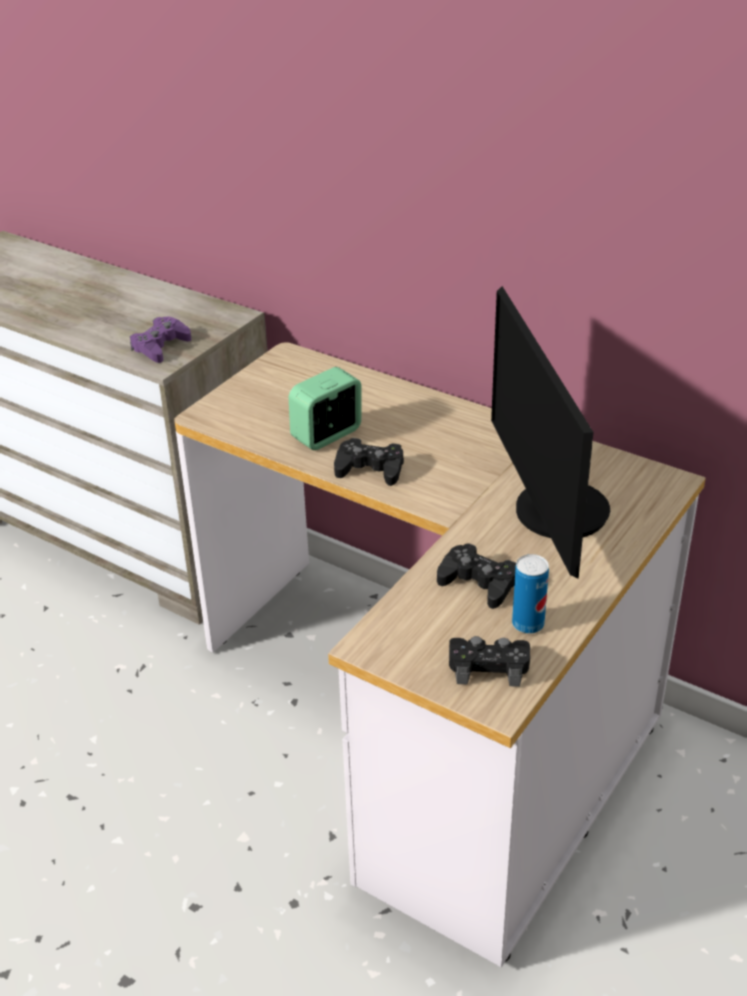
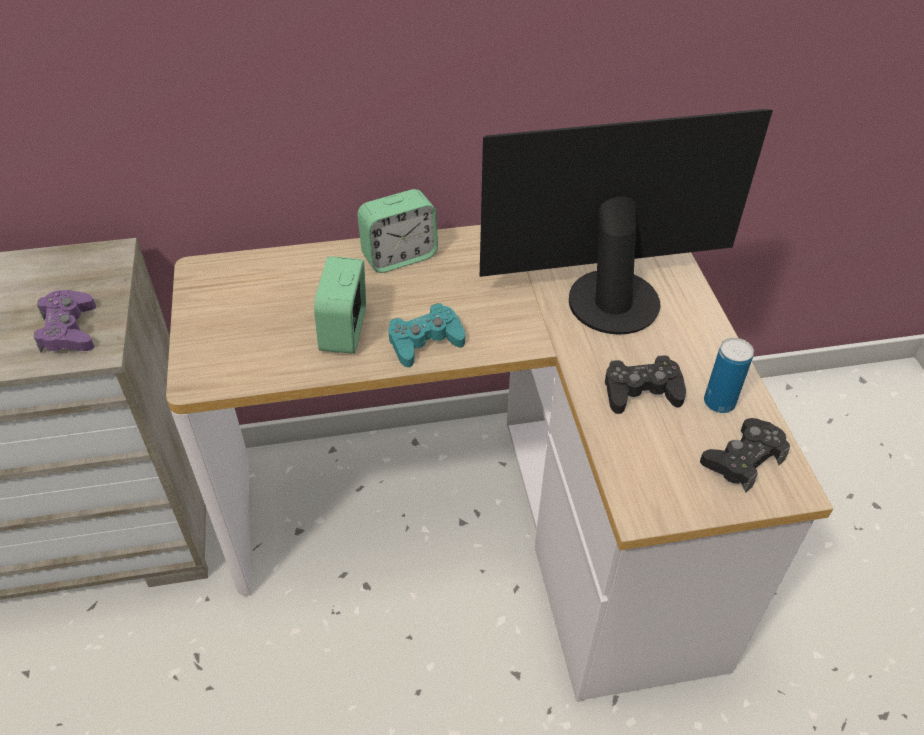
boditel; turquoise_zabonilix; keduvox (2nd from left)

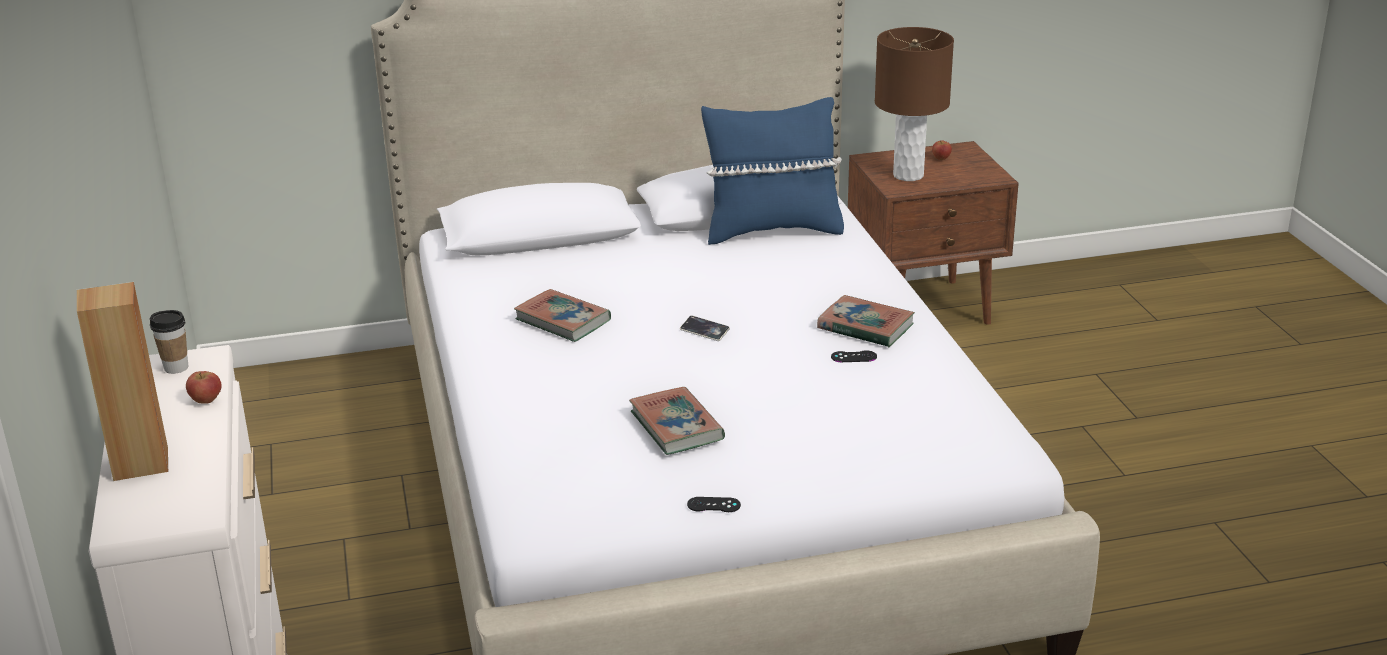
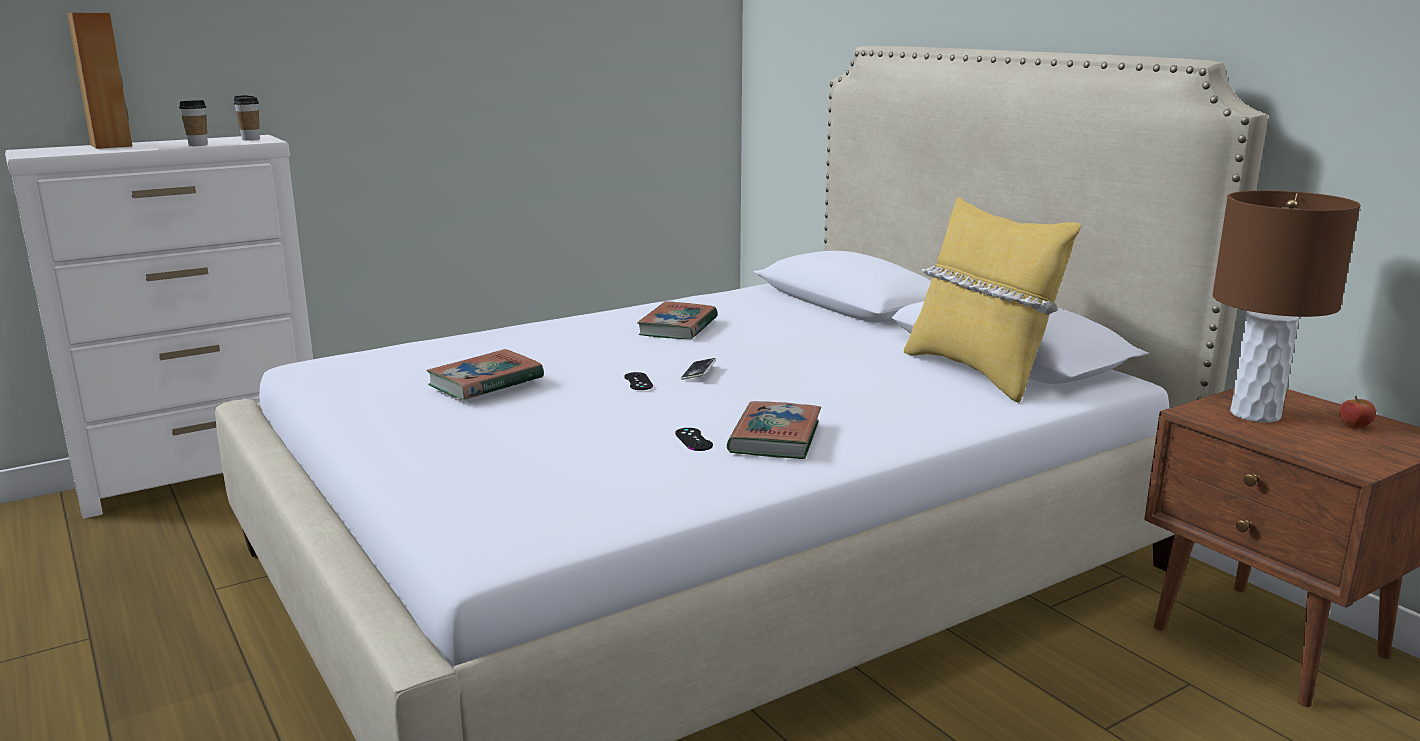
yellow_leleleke; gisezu (1st from left); black_zabonilix (1st from left)

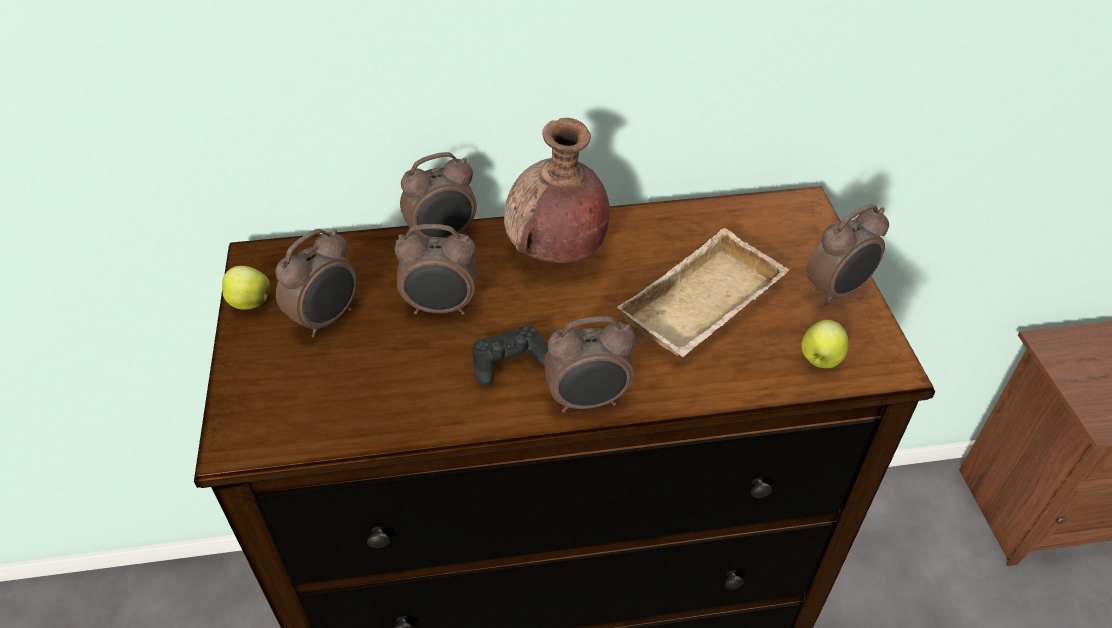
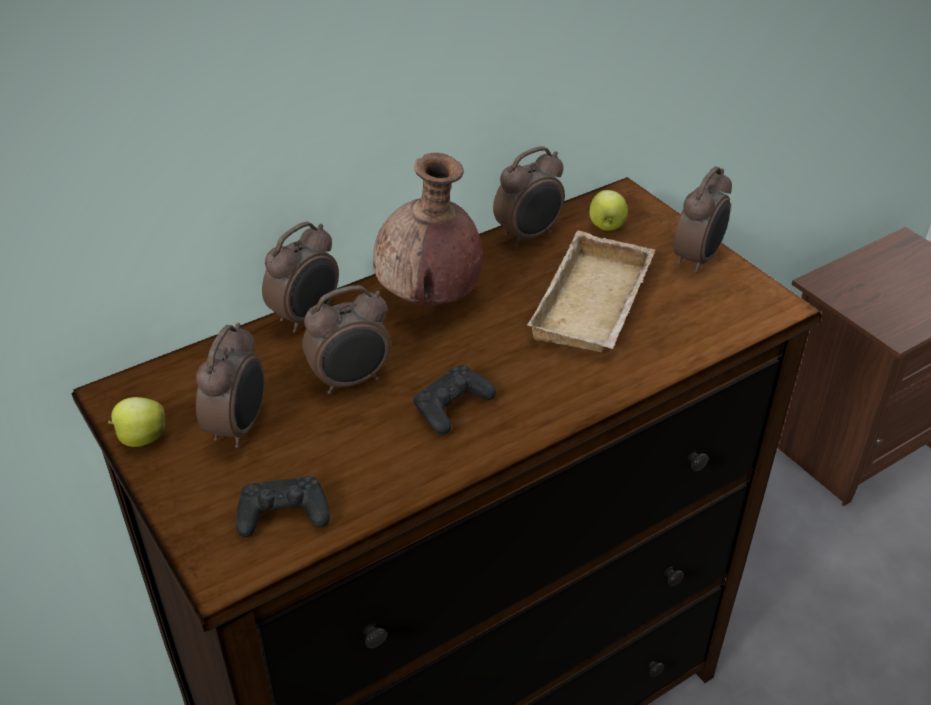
keduvox (4th from left); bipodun (2nd from left); black_zabonilix (1st from left)

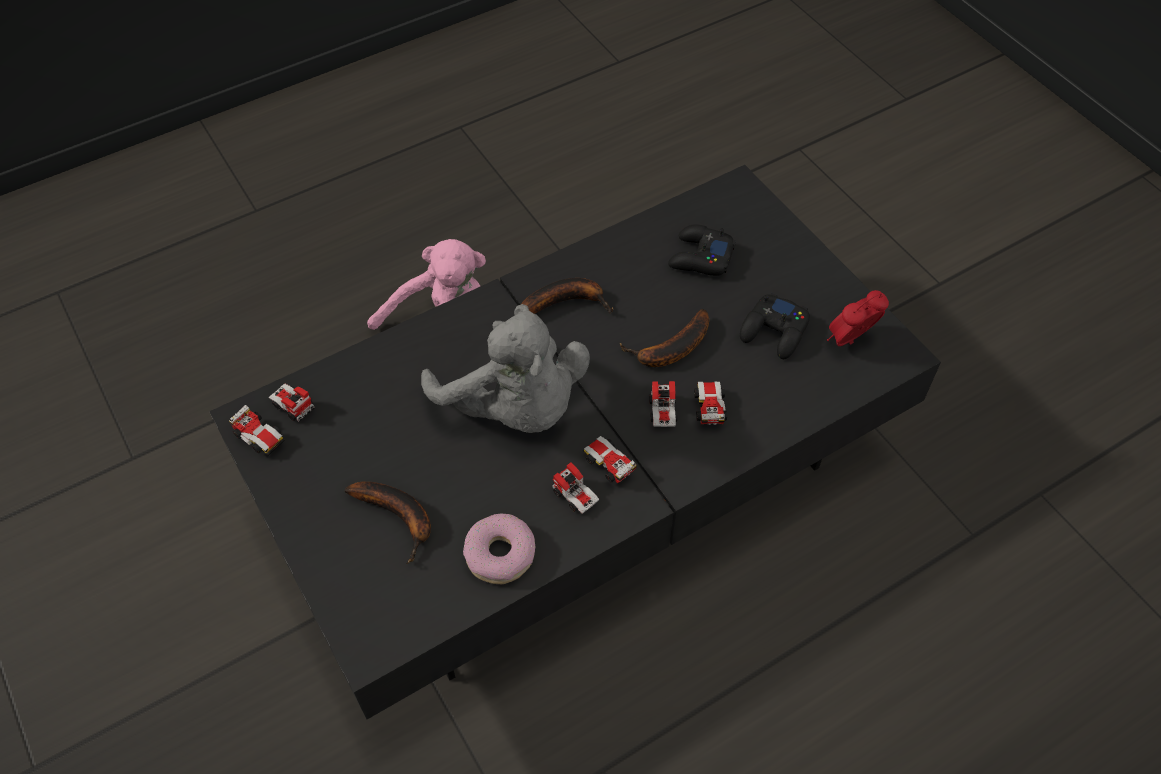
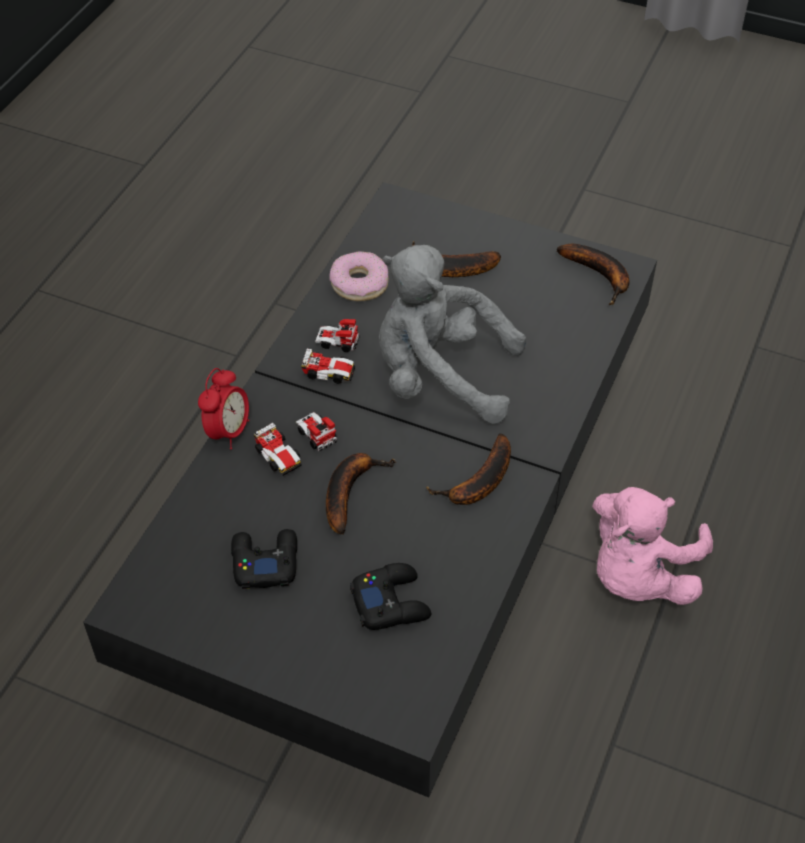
keduvox; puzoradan (4th from left)

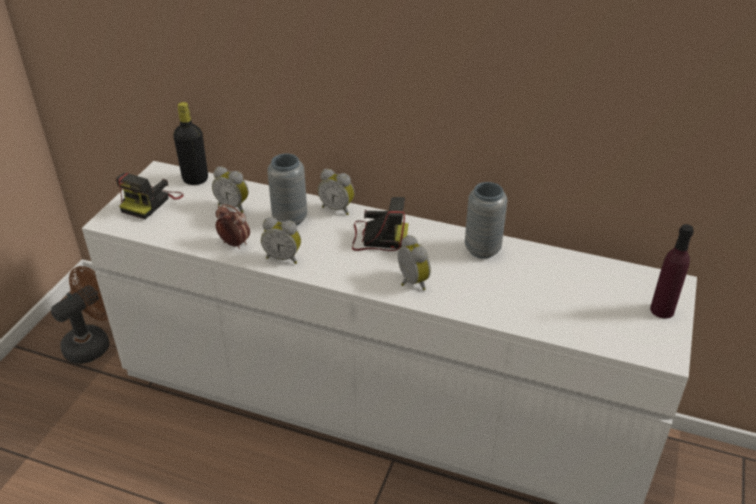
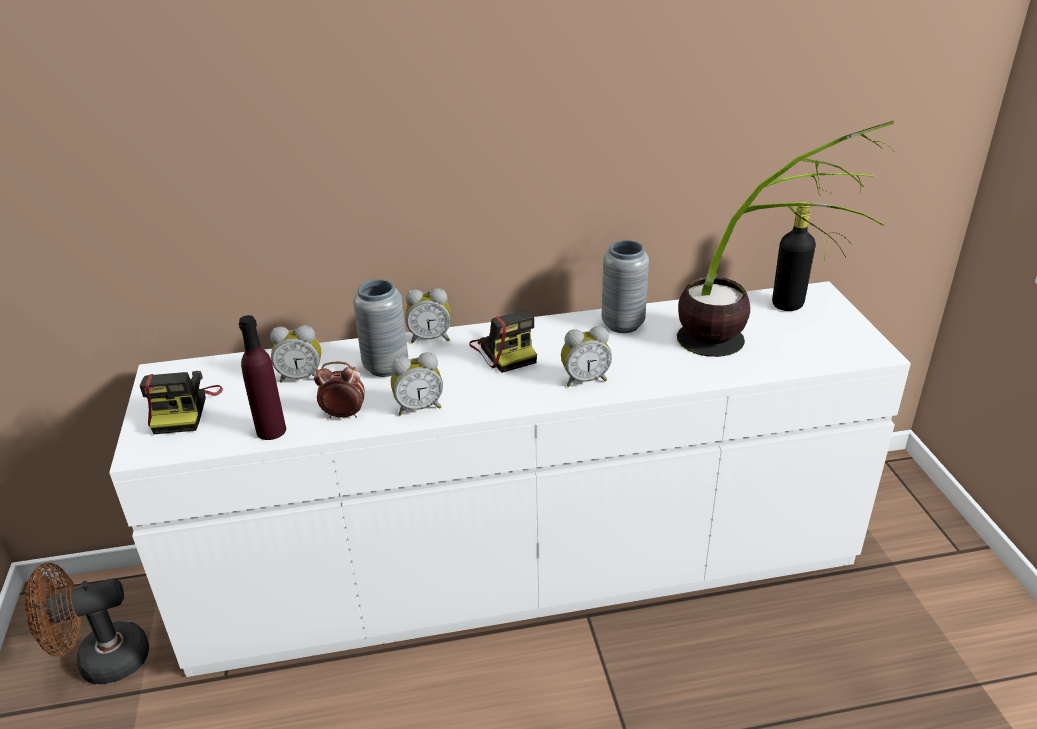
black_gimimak; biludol (2nd from left); purple_gimimak; keduvox (5th from left); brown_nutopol; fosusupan

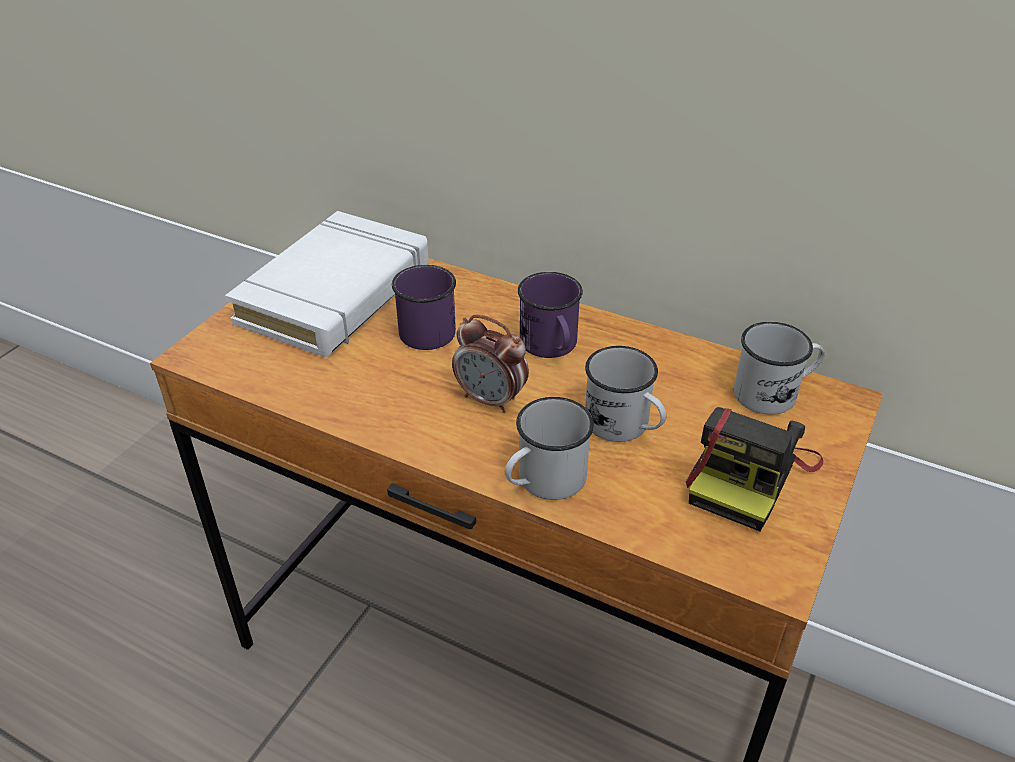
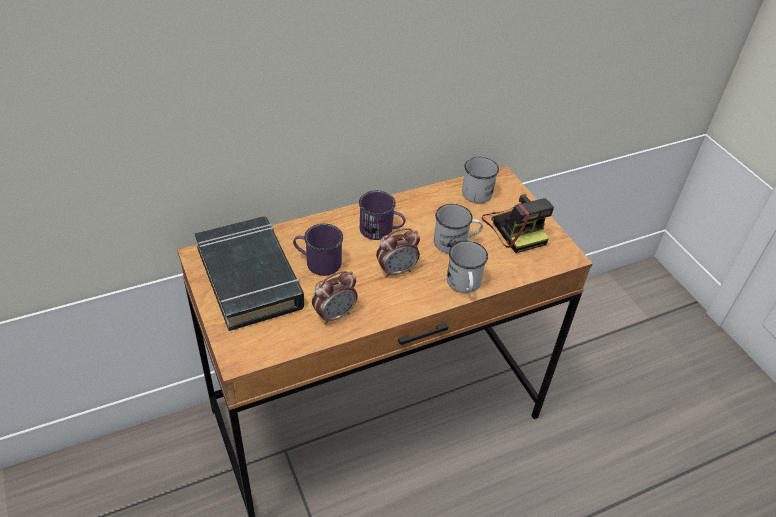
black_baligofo; keduvox (1st from left)

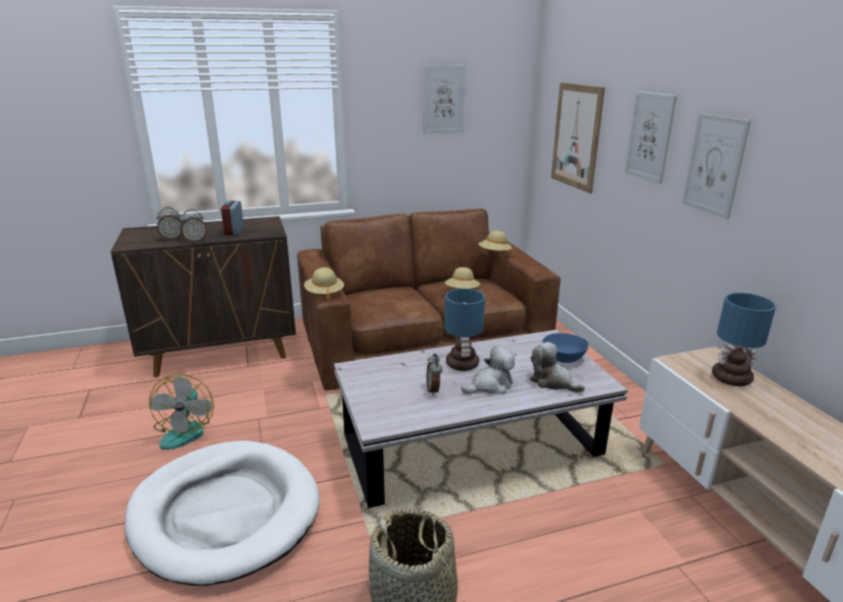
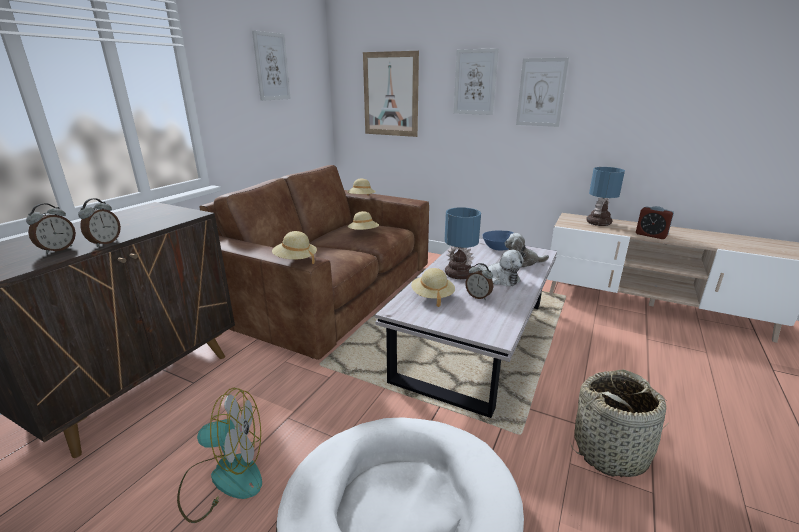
keduvox (4th from left); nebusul (1st from left); nutopol; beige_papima (4th from left)

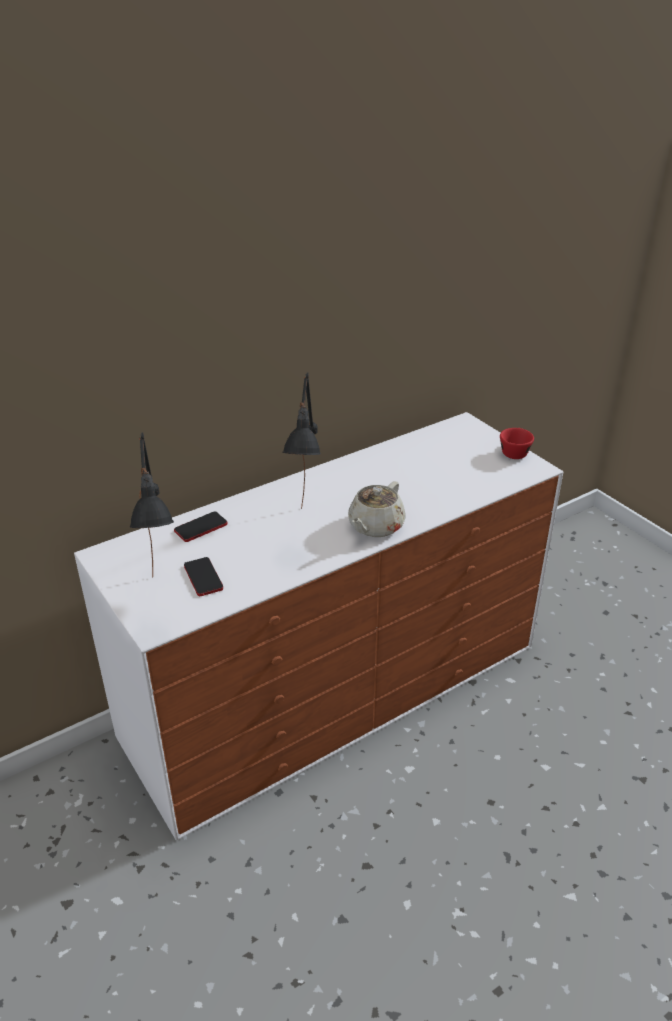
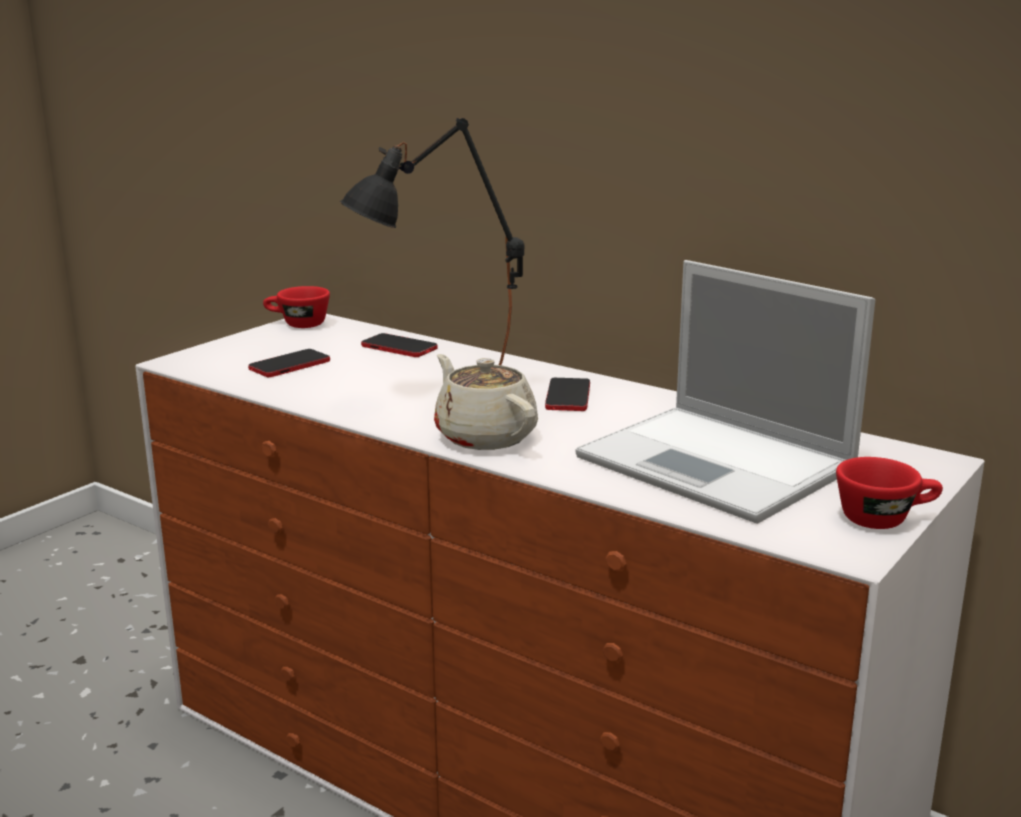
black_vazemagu (1st from left in the first image); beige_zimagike; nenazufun; red_gisezu (1st from left); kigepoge (3rd from left)

